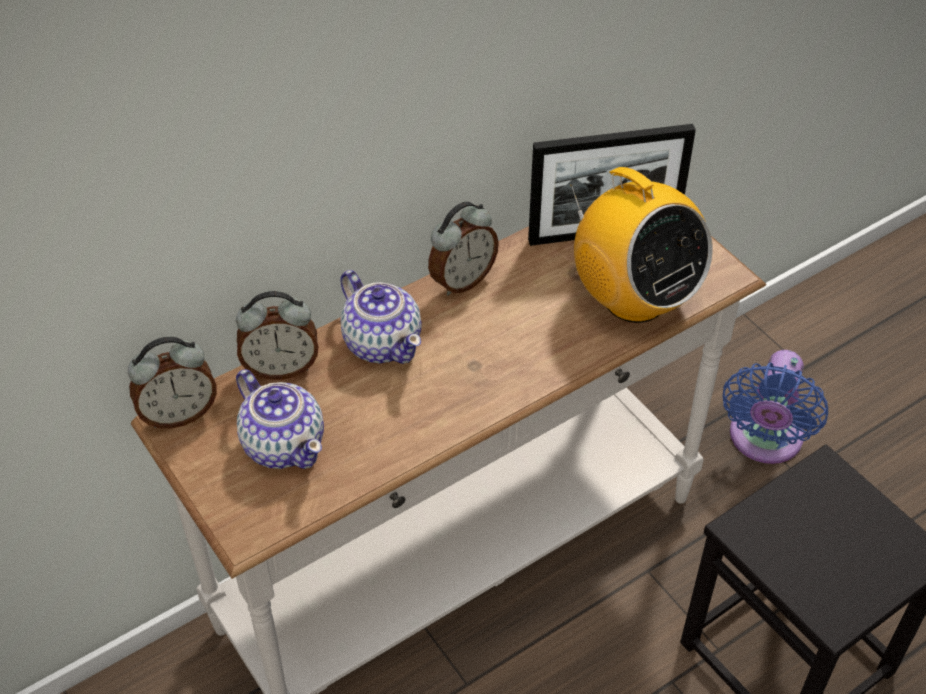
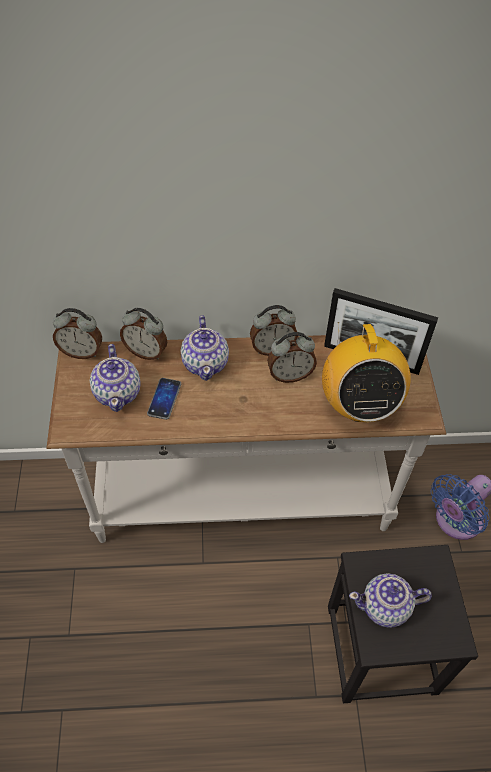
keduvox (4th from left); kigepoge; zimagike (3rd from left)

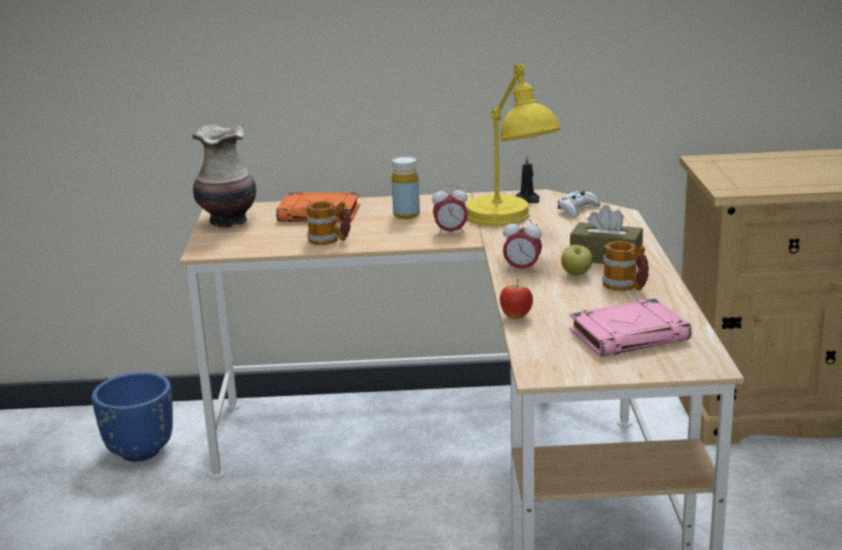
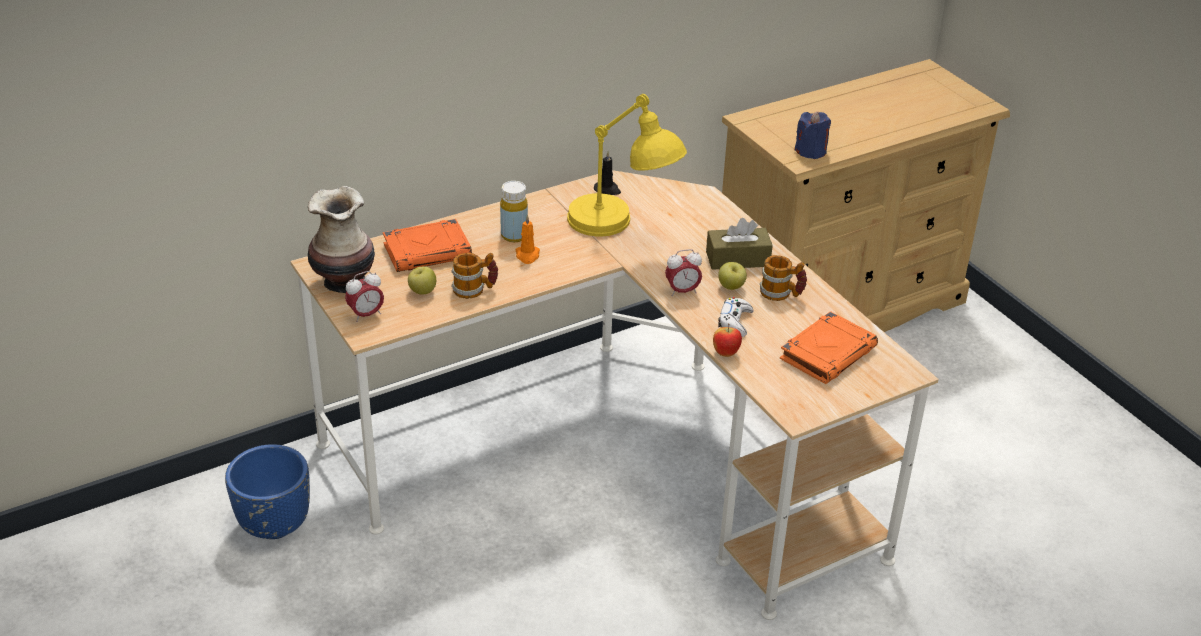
keduvox (1st from left); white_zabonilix; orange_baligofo (2nd from left); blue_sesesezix; orange_sesesezix; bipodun (1st from left)

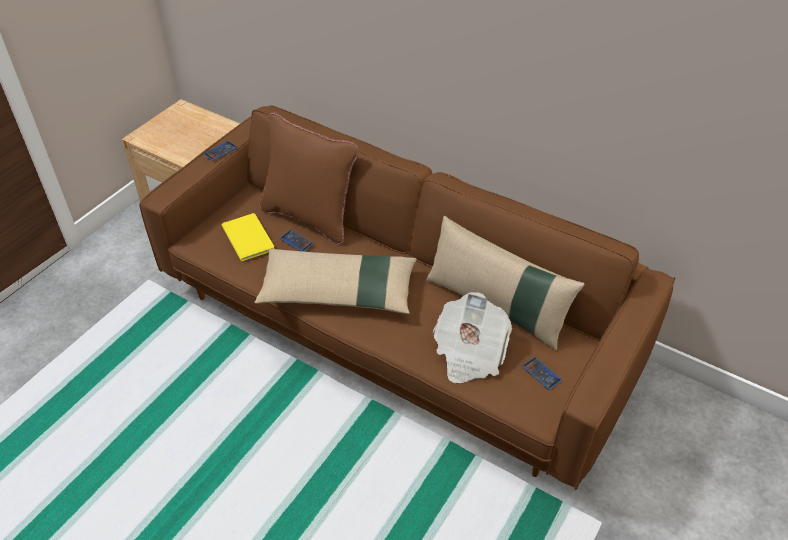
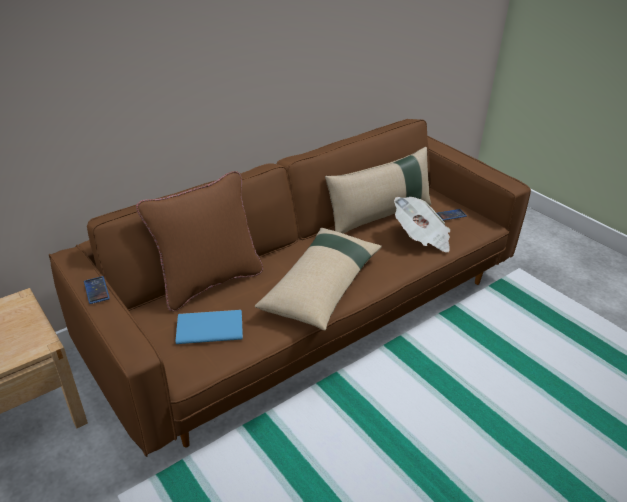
blue_baligofo; kigepoge (2nd from left in the first image)

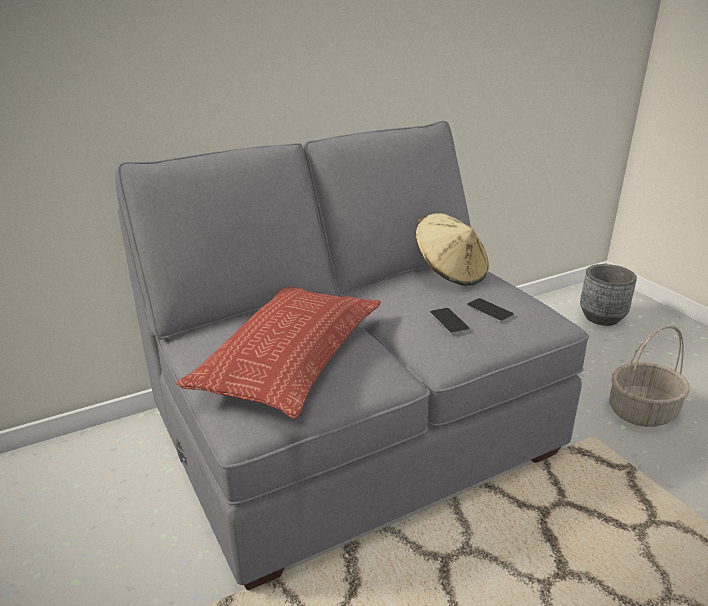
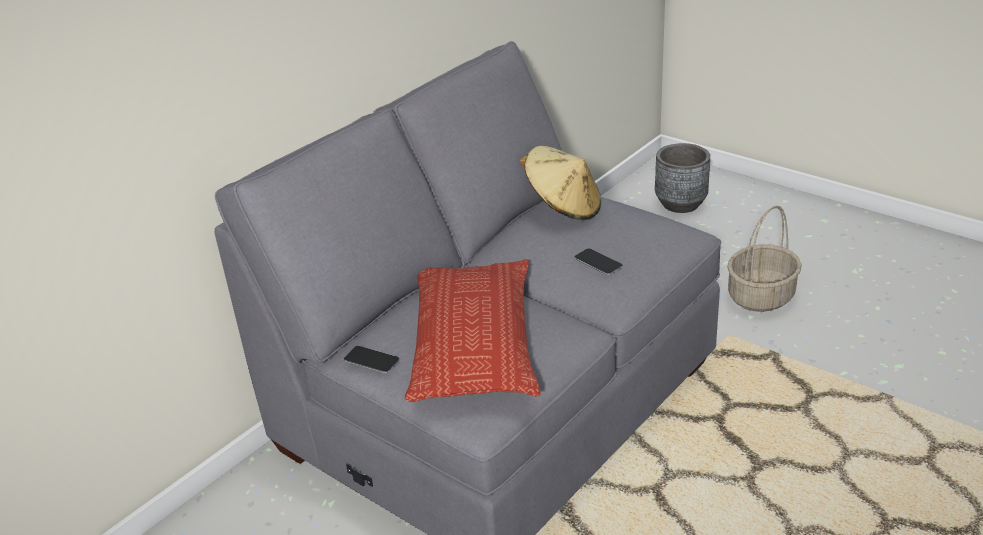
kigepoge (1st from left)

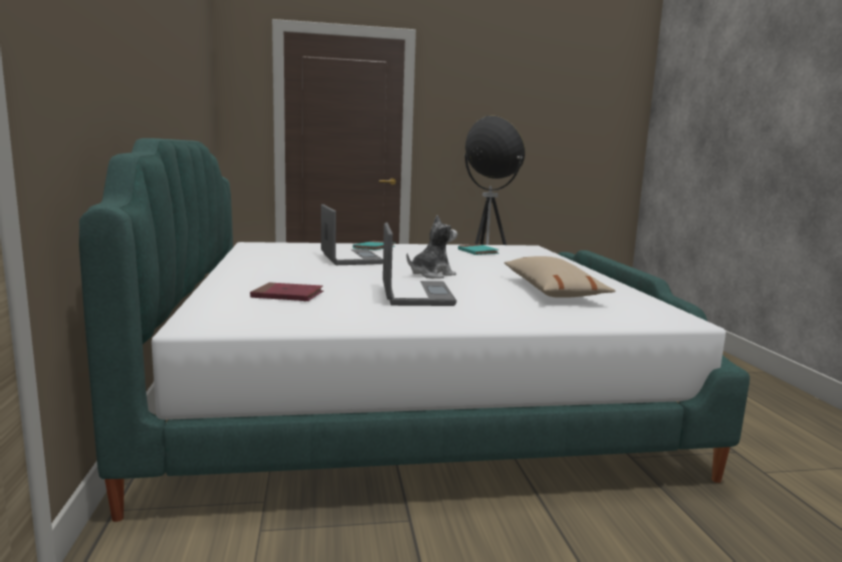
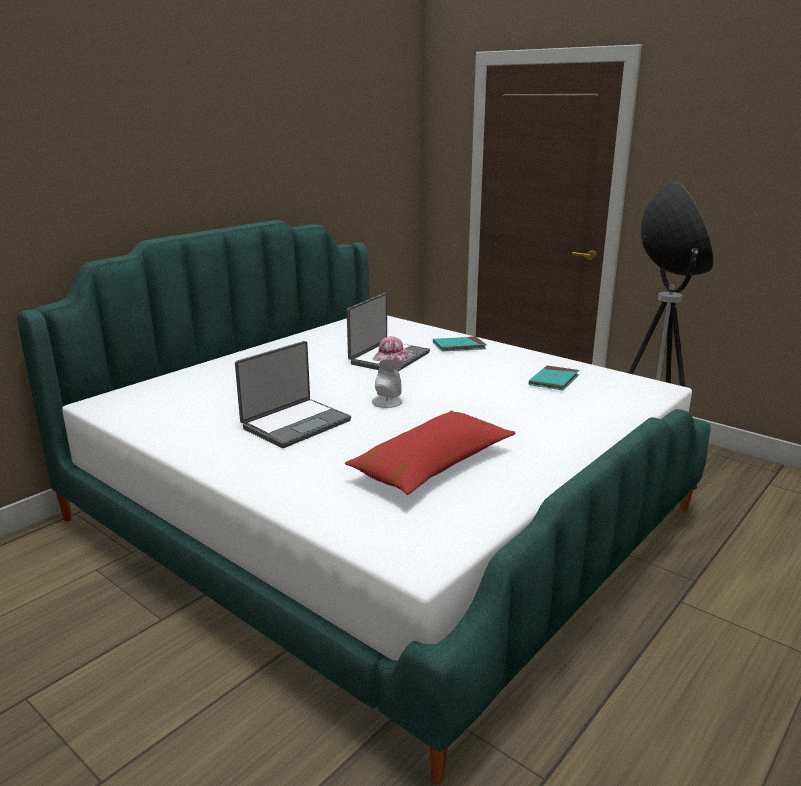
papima; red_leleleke; red_baligofo

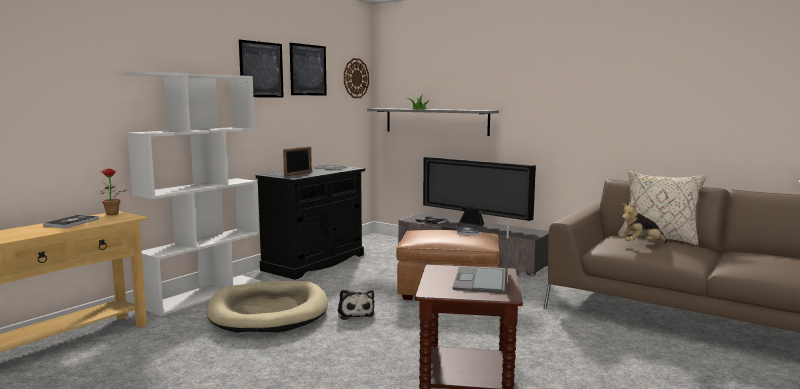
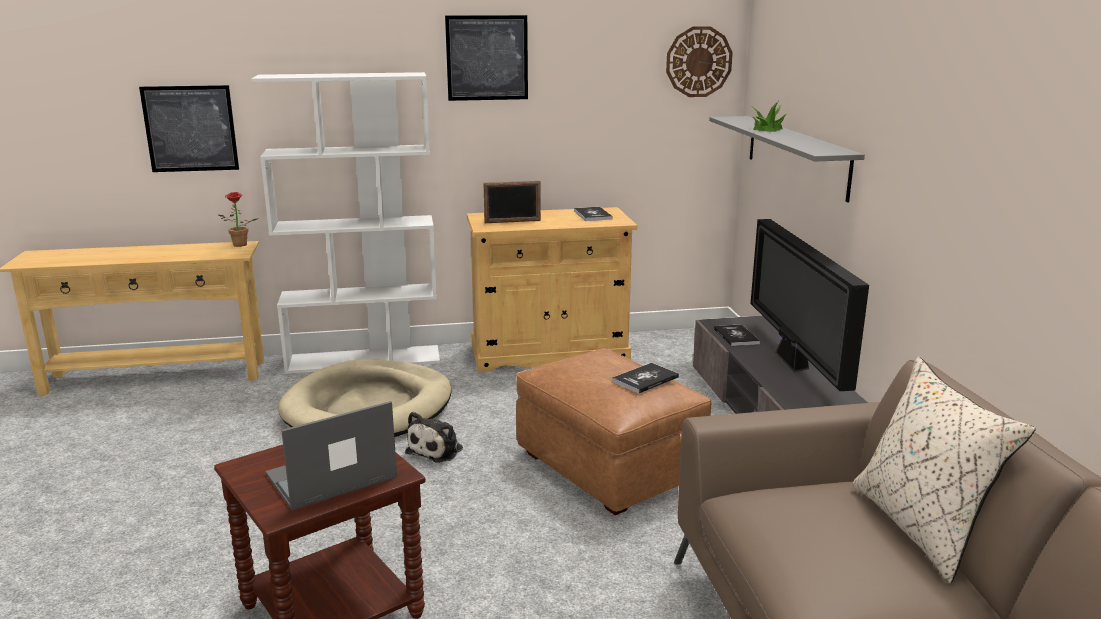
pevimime (1st from left); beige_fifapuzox; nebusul (2nd from left in the first image); baligofo (1st from left in the first image)

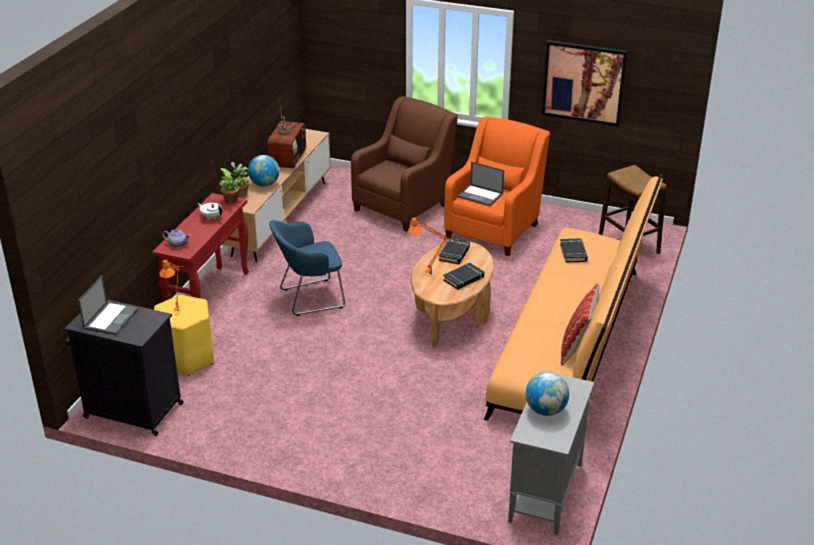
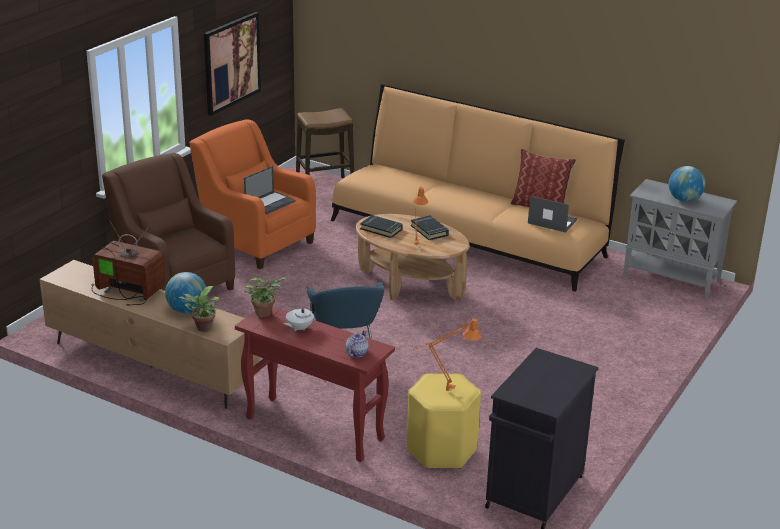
black_baligofo (3rd from left in the first image); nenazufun (2nd from left)

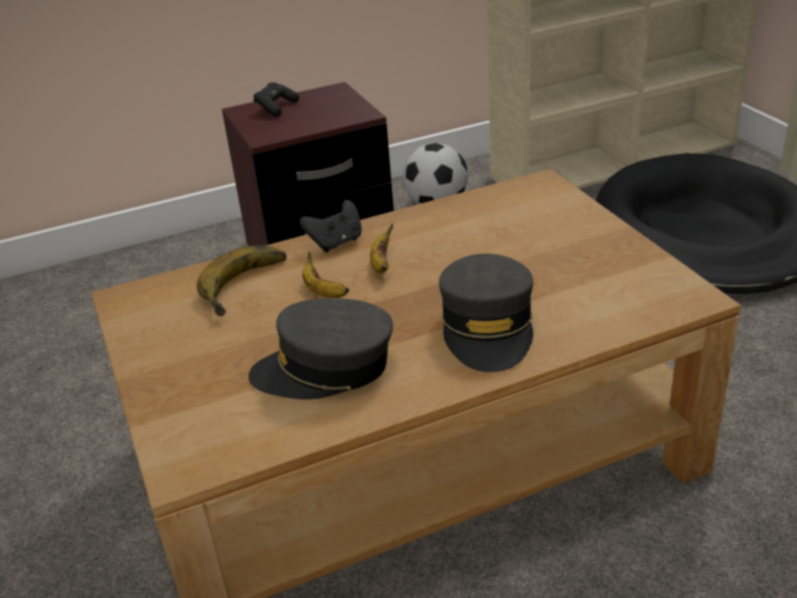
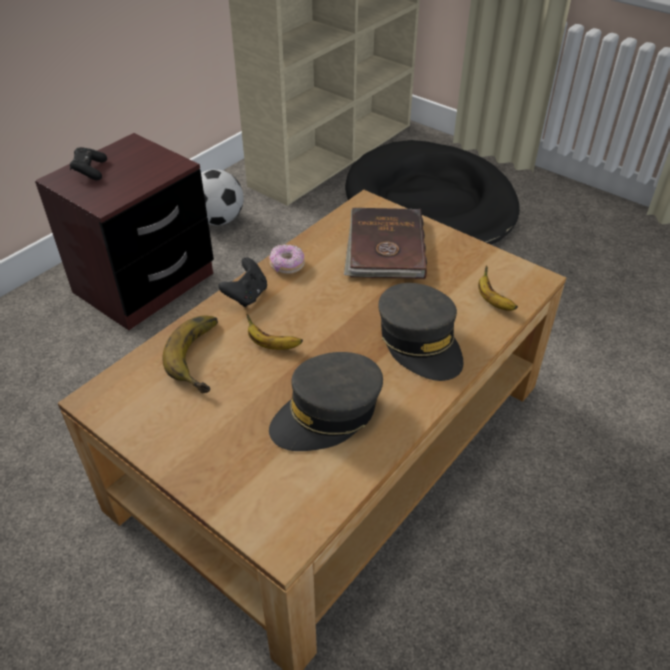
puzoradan (3rd from left); brown_baligofo; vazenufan

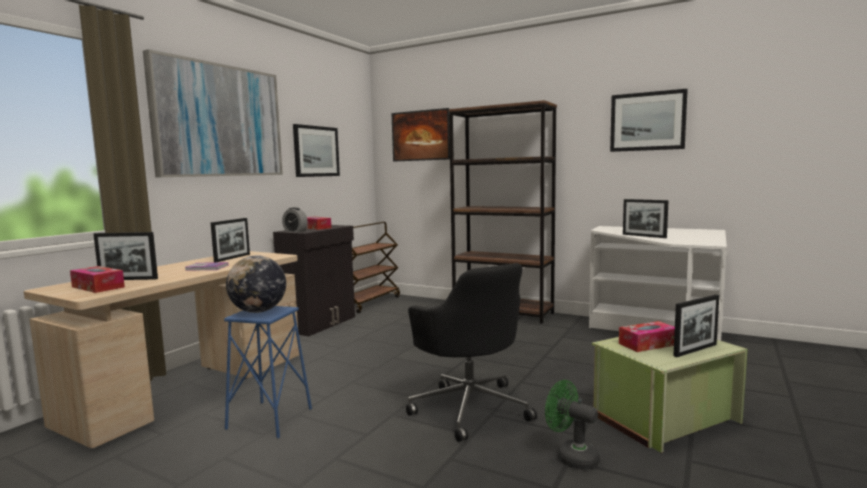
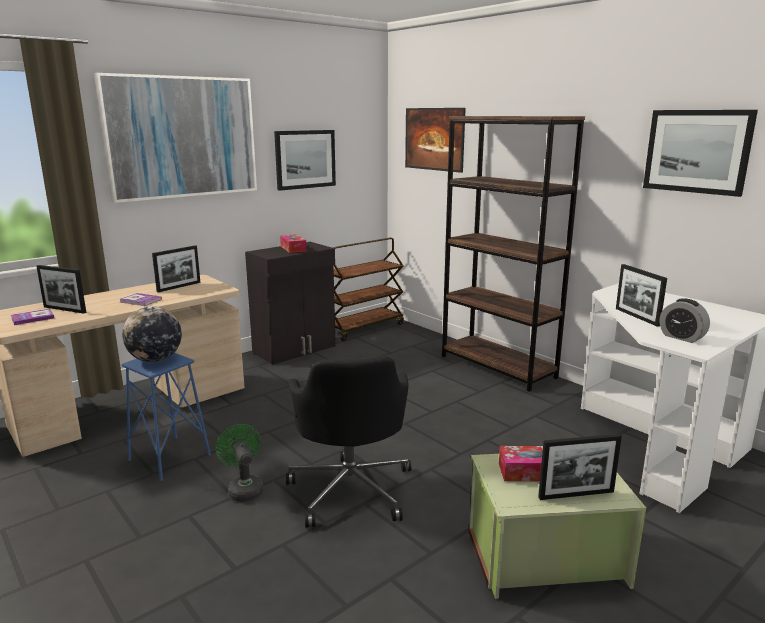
keduvox; baligofo (1st from left); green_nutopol

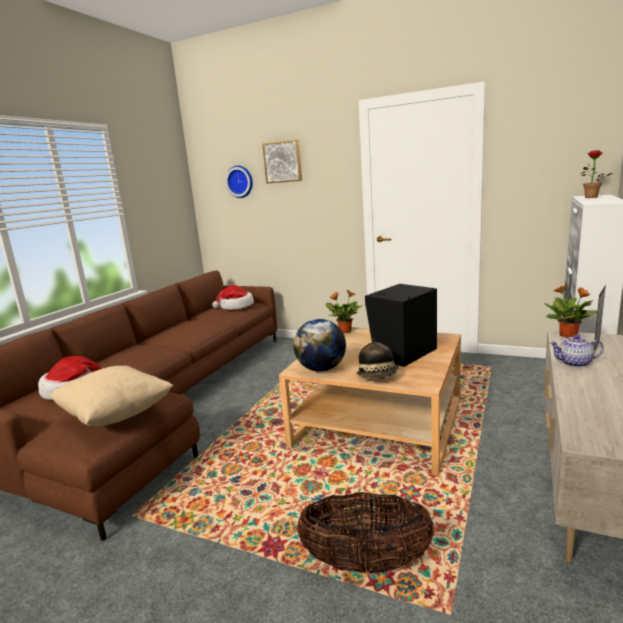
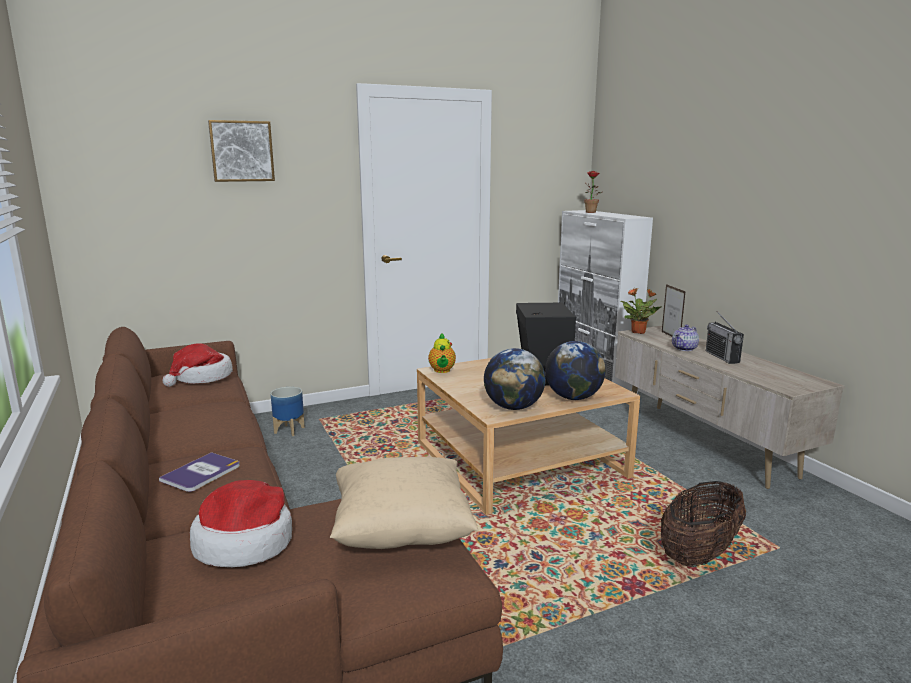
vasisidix; zimagike (1st from left); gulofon (2nd from left); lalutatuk; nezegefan; baligofo

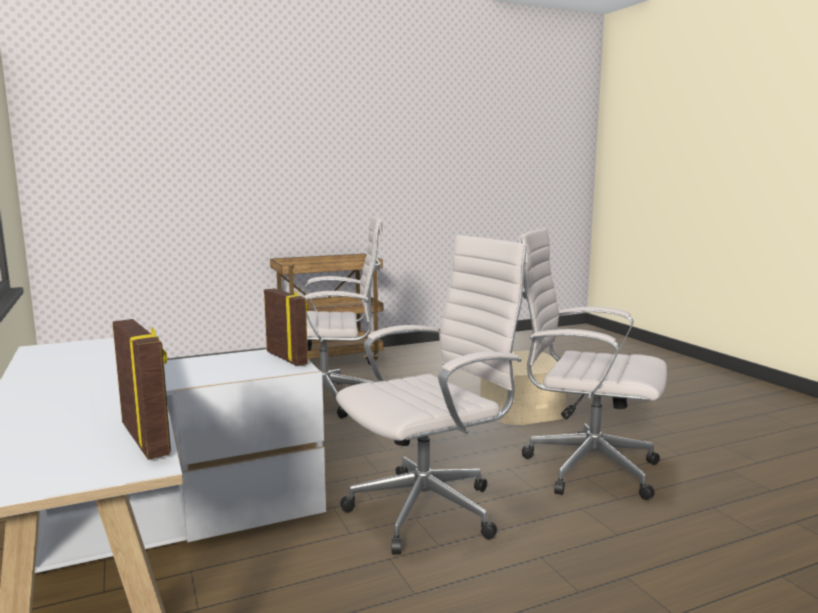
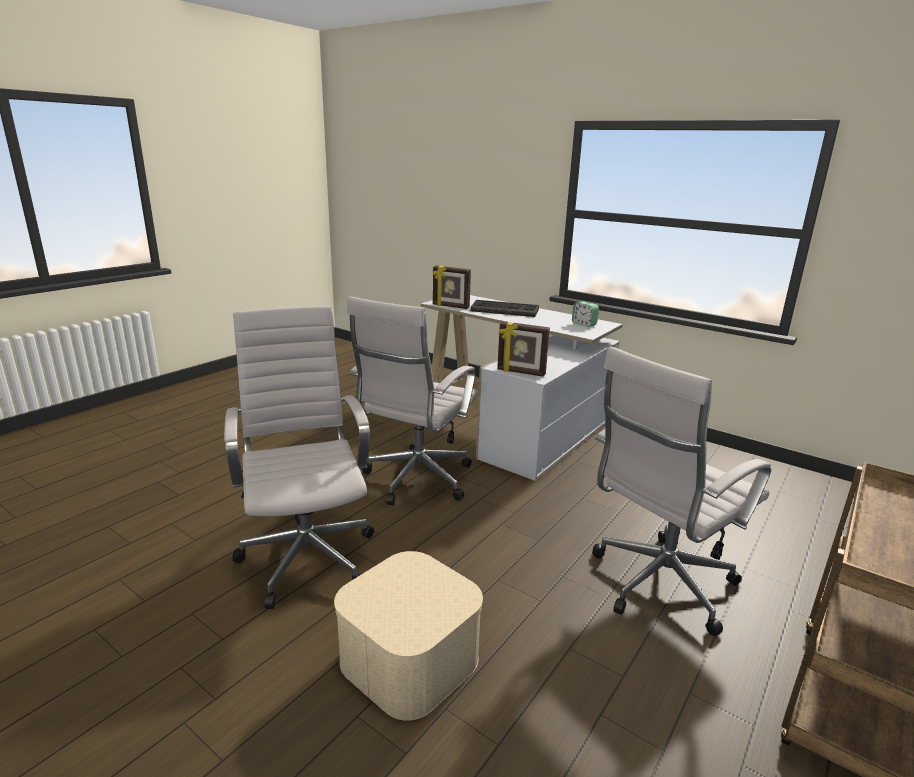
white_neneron (1st from left); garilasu; keduvox

